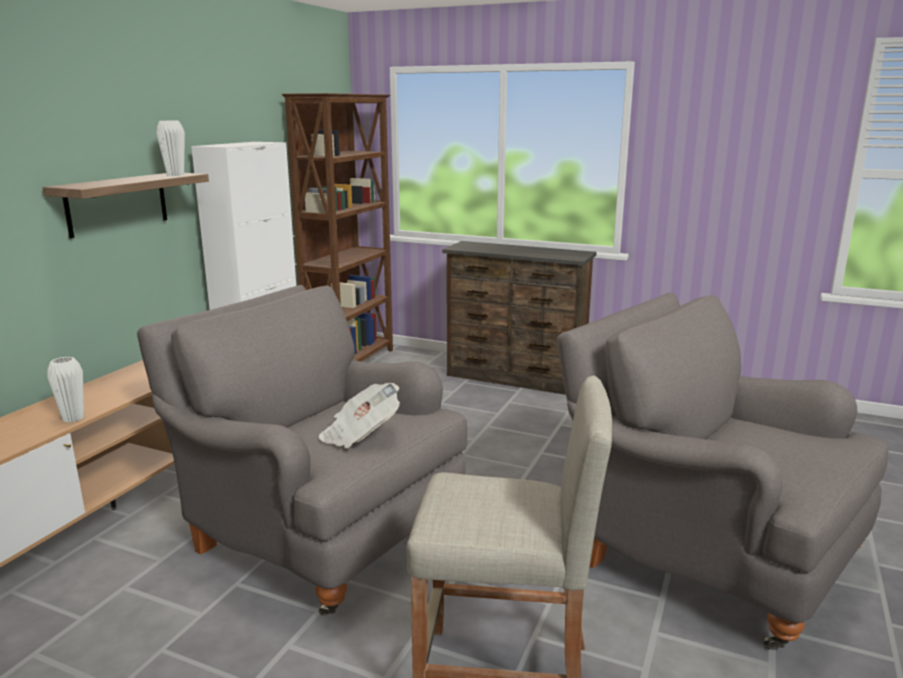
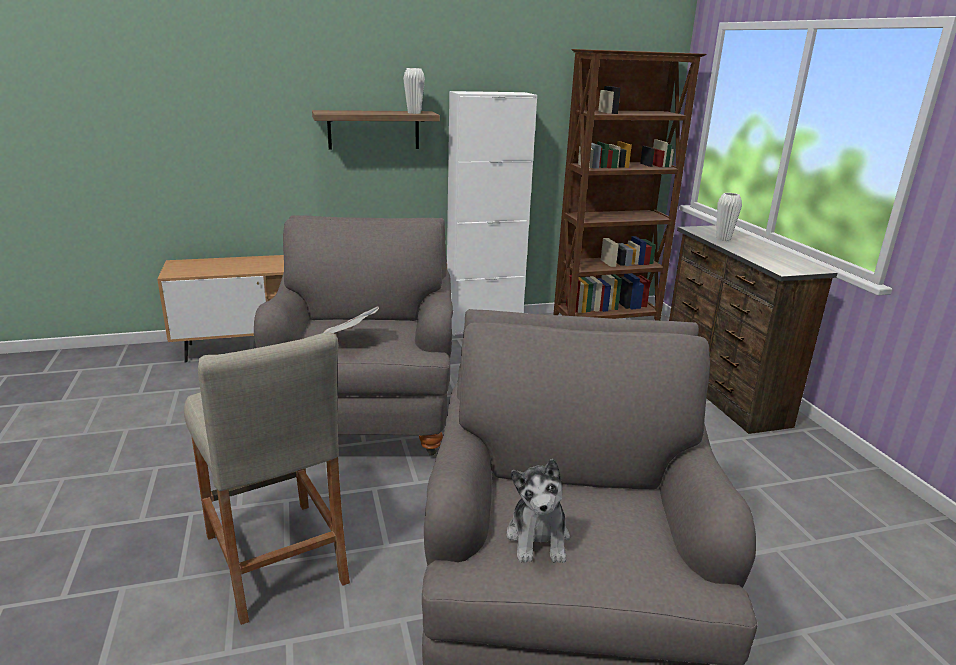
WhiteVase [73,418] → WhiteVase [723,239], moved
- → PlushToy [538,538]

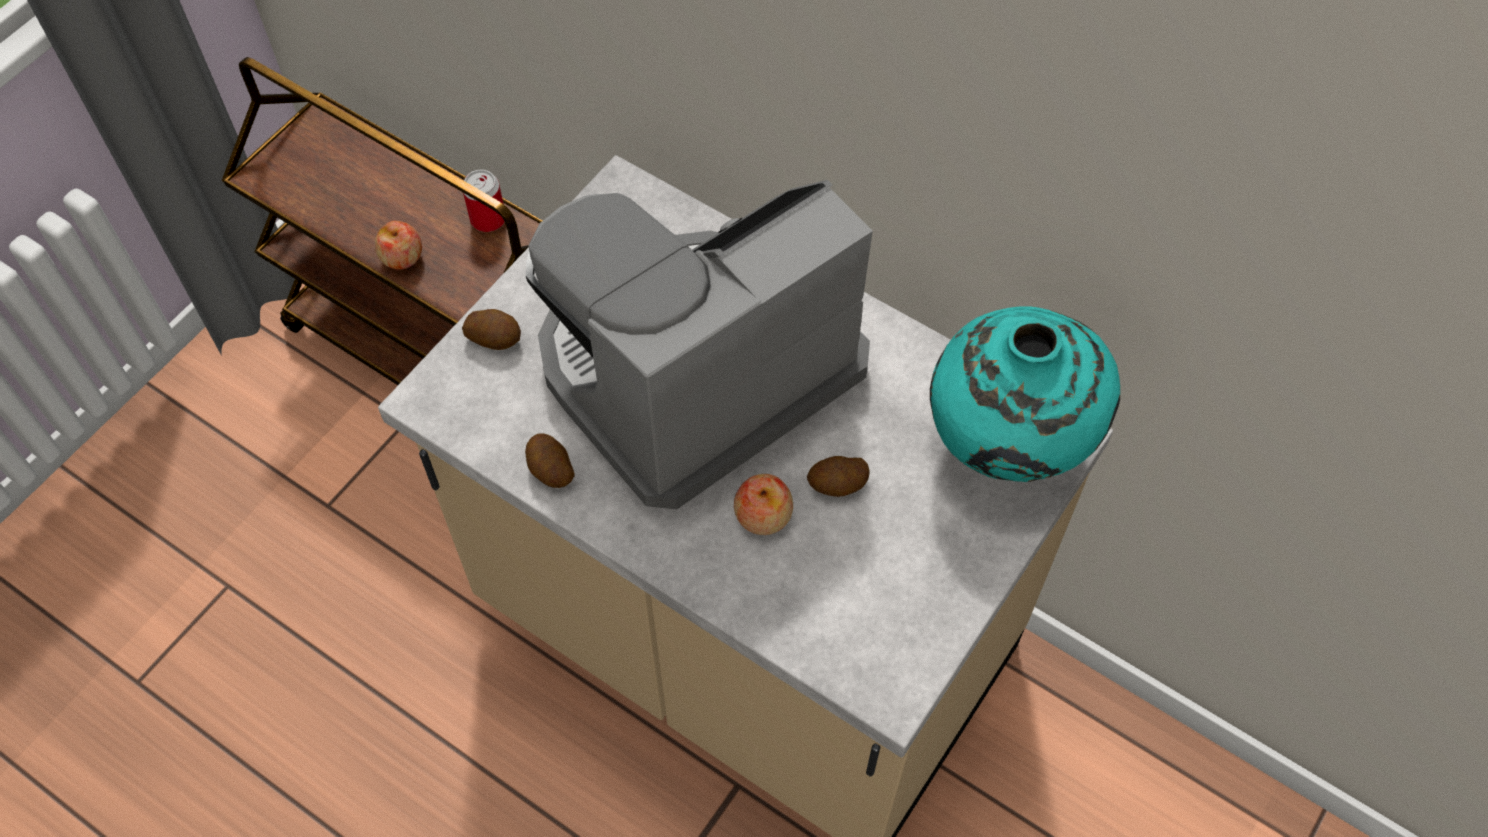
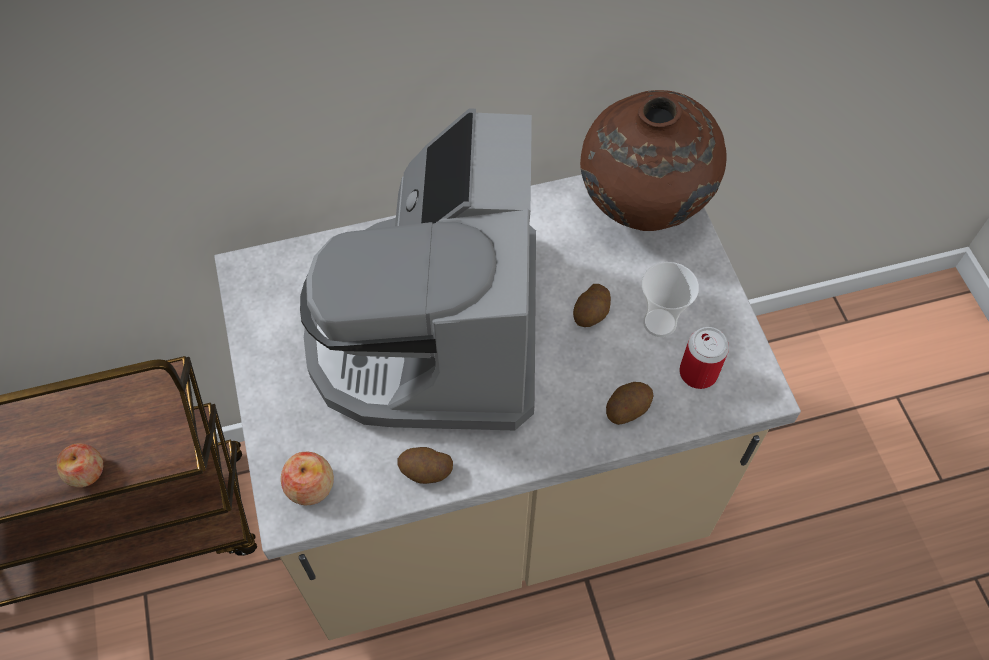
Can [488,219] → Can [698,373], moved
TurquoiseVase [1006,445] → BrownVase [642,209]
Potato [494,337] → Potato [626,408], moved
Apple [763,515] → Apple [310,486], moved
- → Cup [659,323]

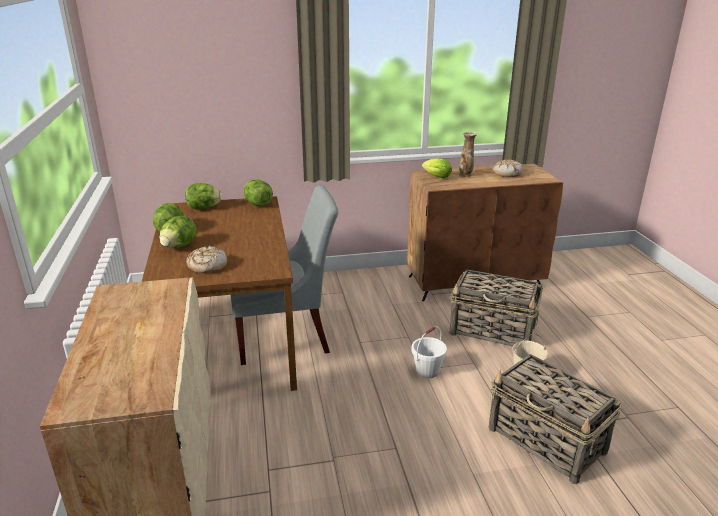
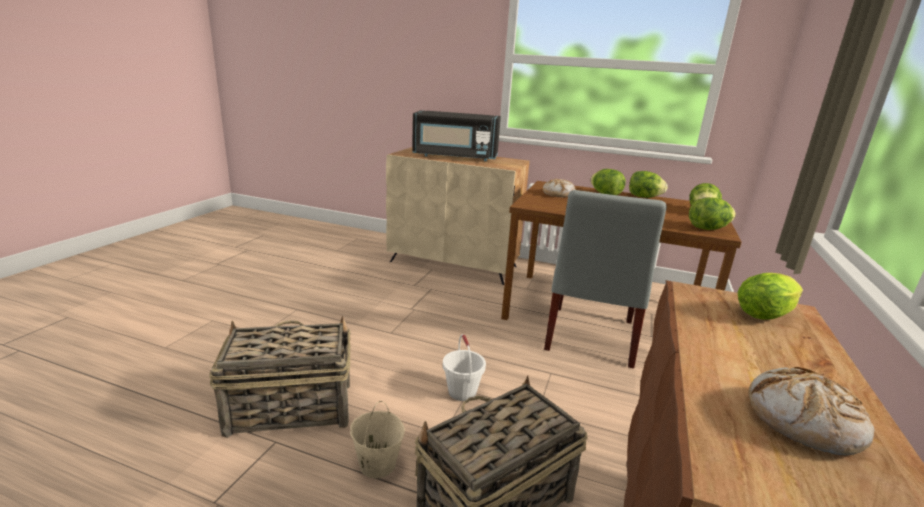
Vase [465,175] → -
- → BlackMicrowave [455,157]

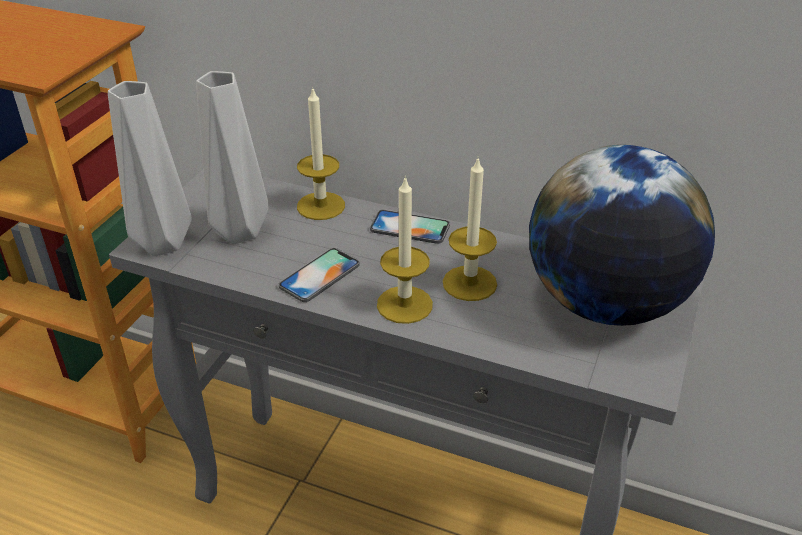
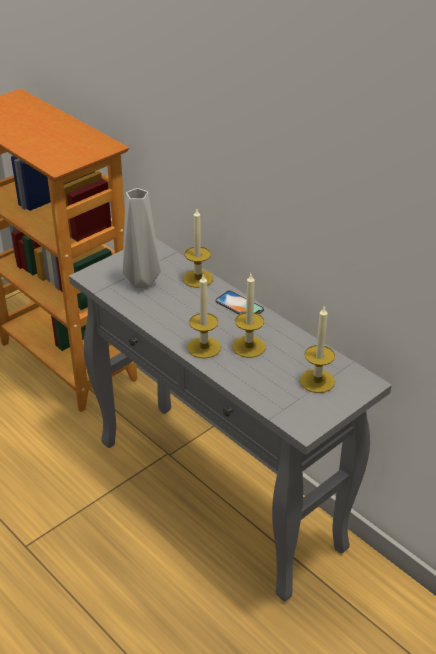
GreyVase [163,242] → -
Globe [605,304] → Candle [317,381]
Phone [319,275] → -

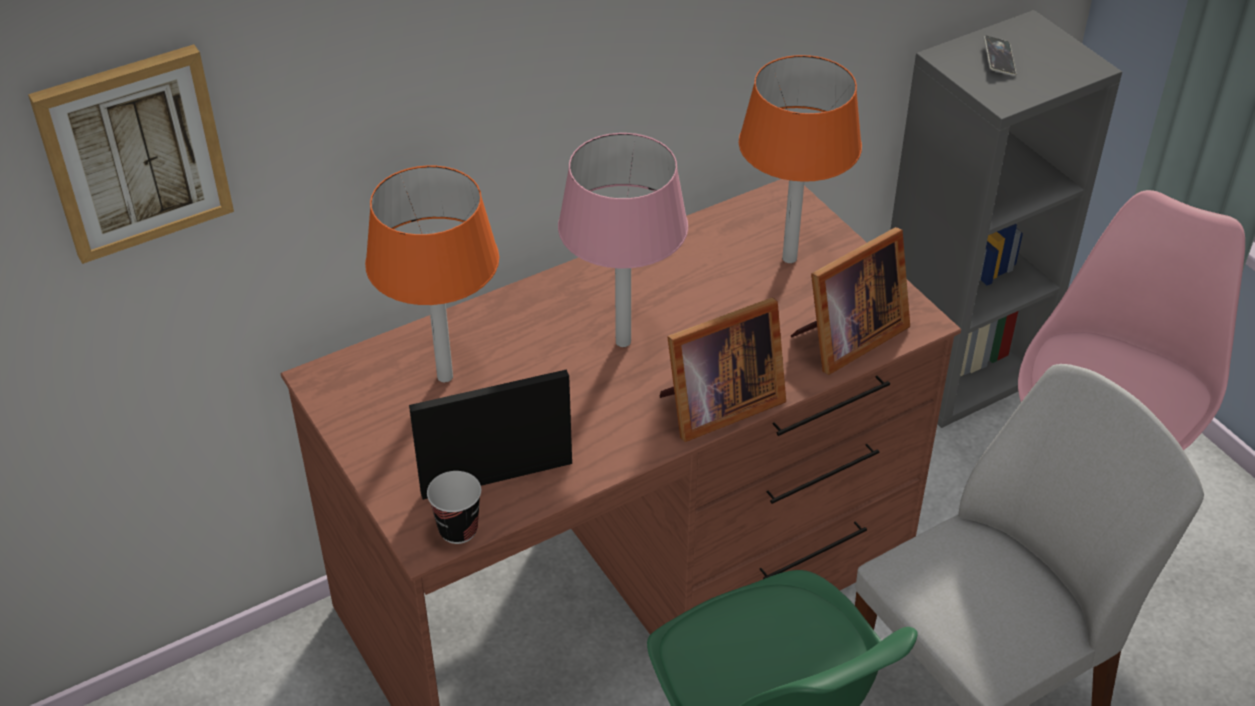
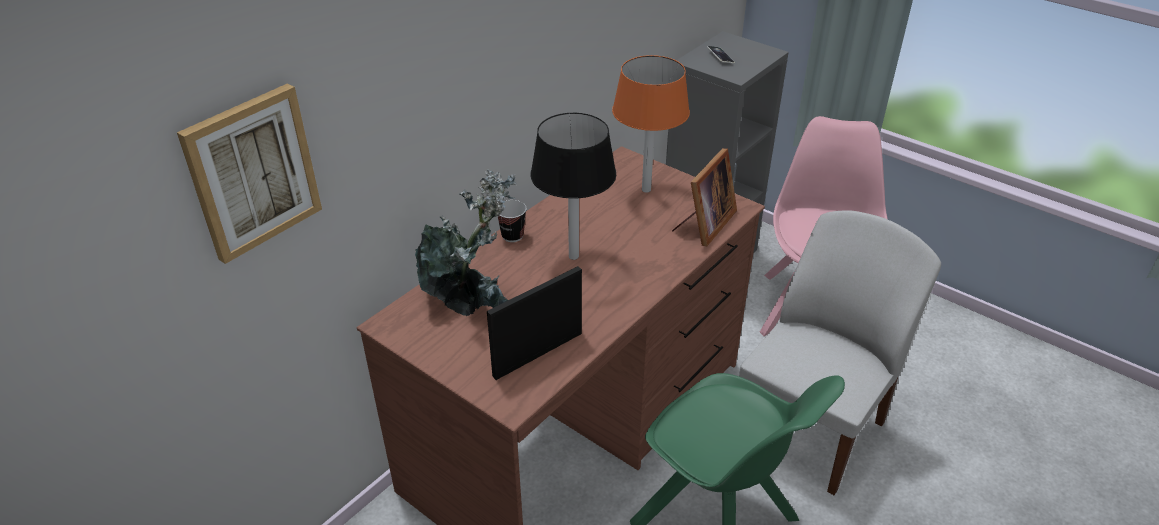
PinkTableLamp [623,342] → BlackTableLamp [573,257]
OrangeTableLamp [445,377] → PottedPlant [471,303]
PictureFrame [716,406] → -
Cup [458,530] → Cup [512,236], moved

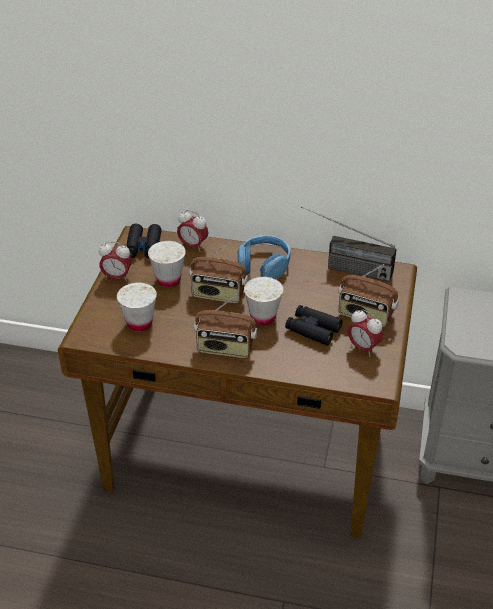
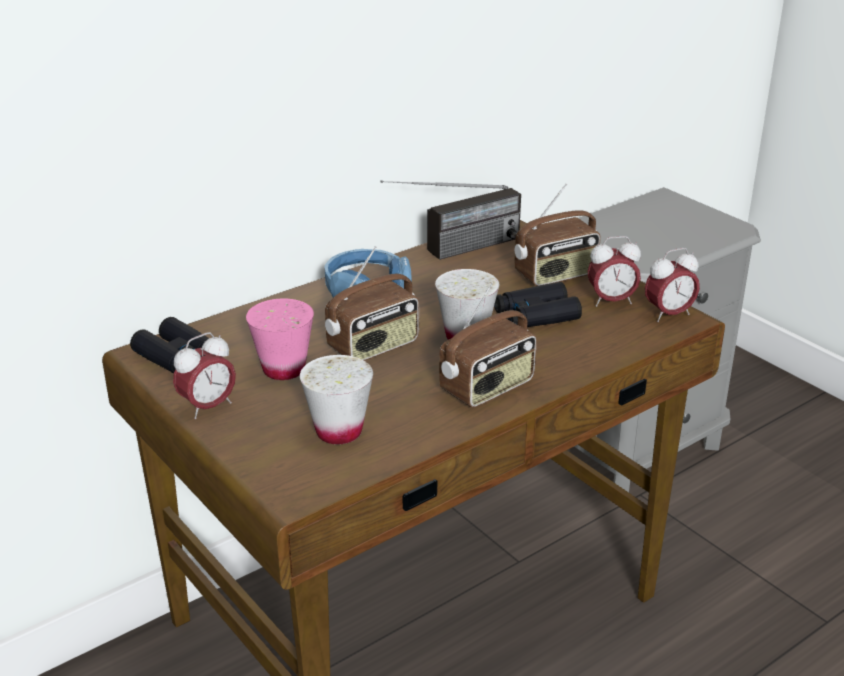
AlarmClock [193,246] → AlarmClock [668,315], moved
WhiteCup [168,280] → PinkCup [284,369]

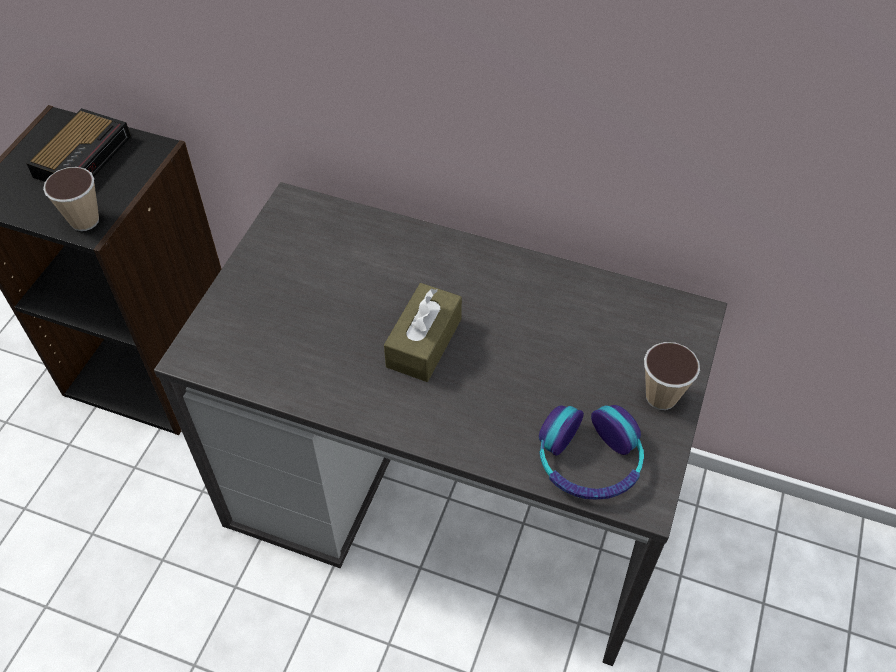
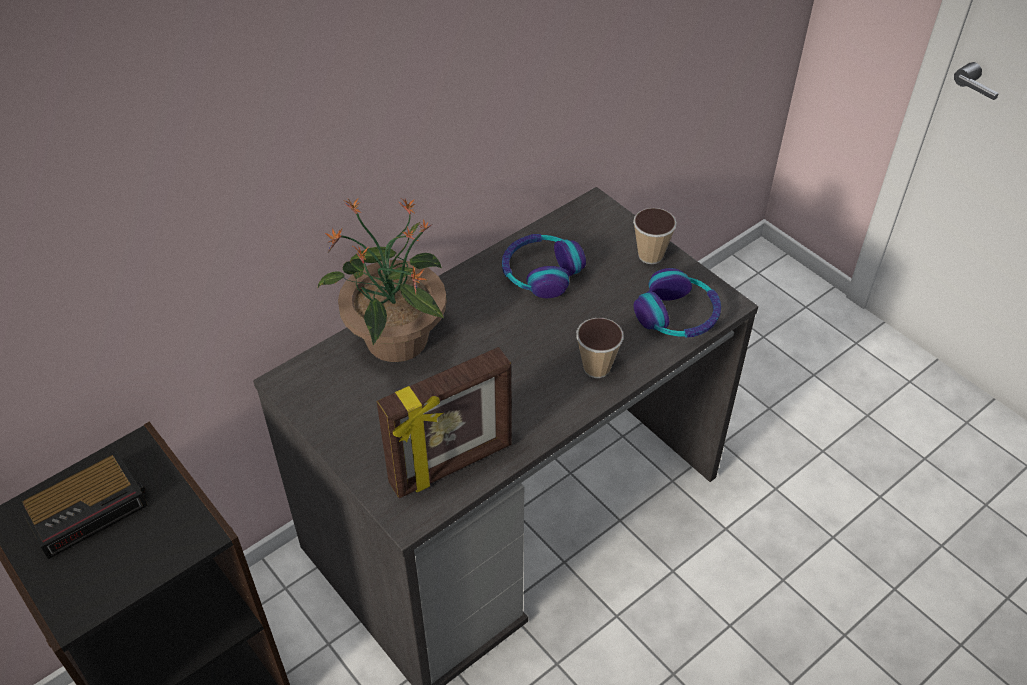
AlarmClock [84,155] → AlarmClock [89,508], 90 degrees clockwise
Cup [85,221] → Cup [596,368], moved
BrownTissueBox [424,343] → -
- → PottedPlant [396,340]
- → Headphones [541,273]
- → PictureFrame [452,466]

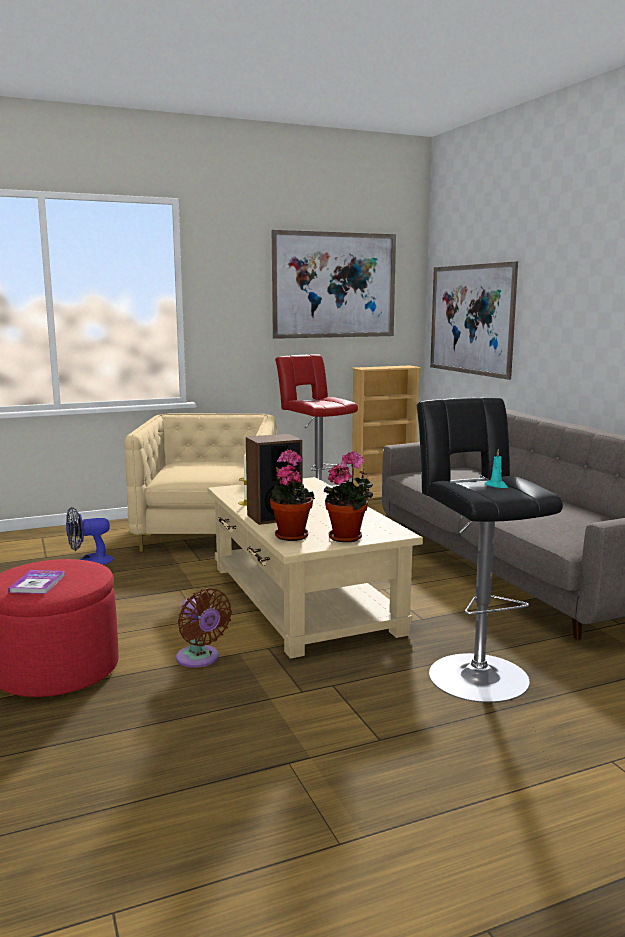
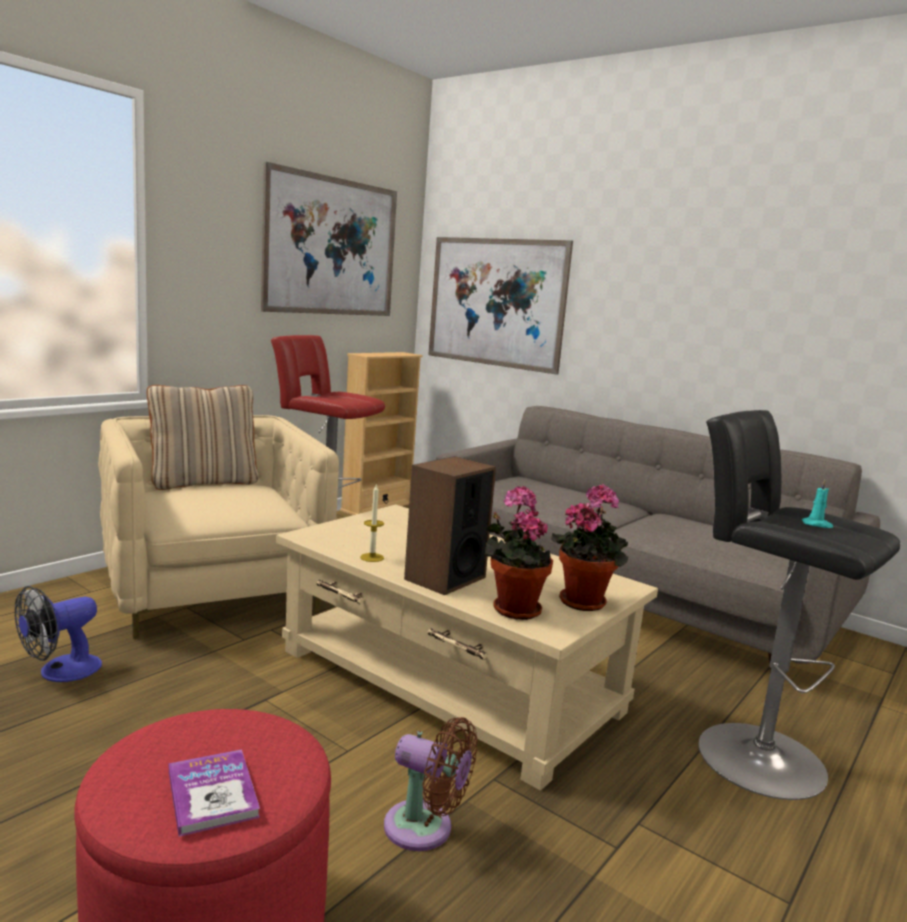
- → BeigePillow [204,483]

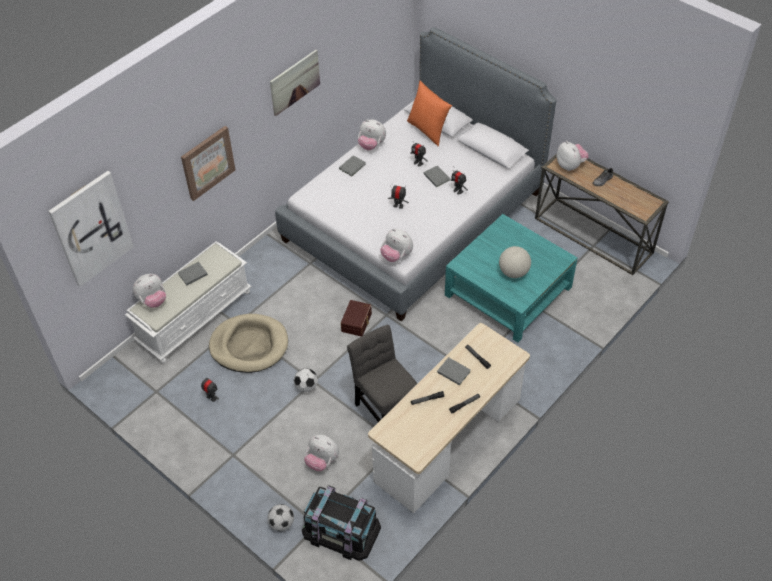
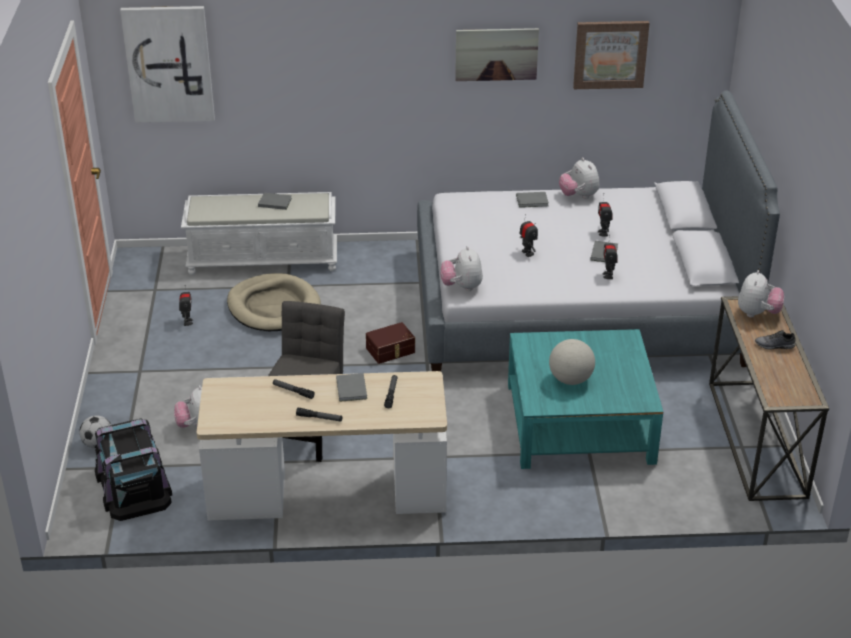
OrangePillow [428,130] → -
Picture [207,162] → Picture [610,54], moved
PlushToy [152,300] → -
Football [306,386] → -

